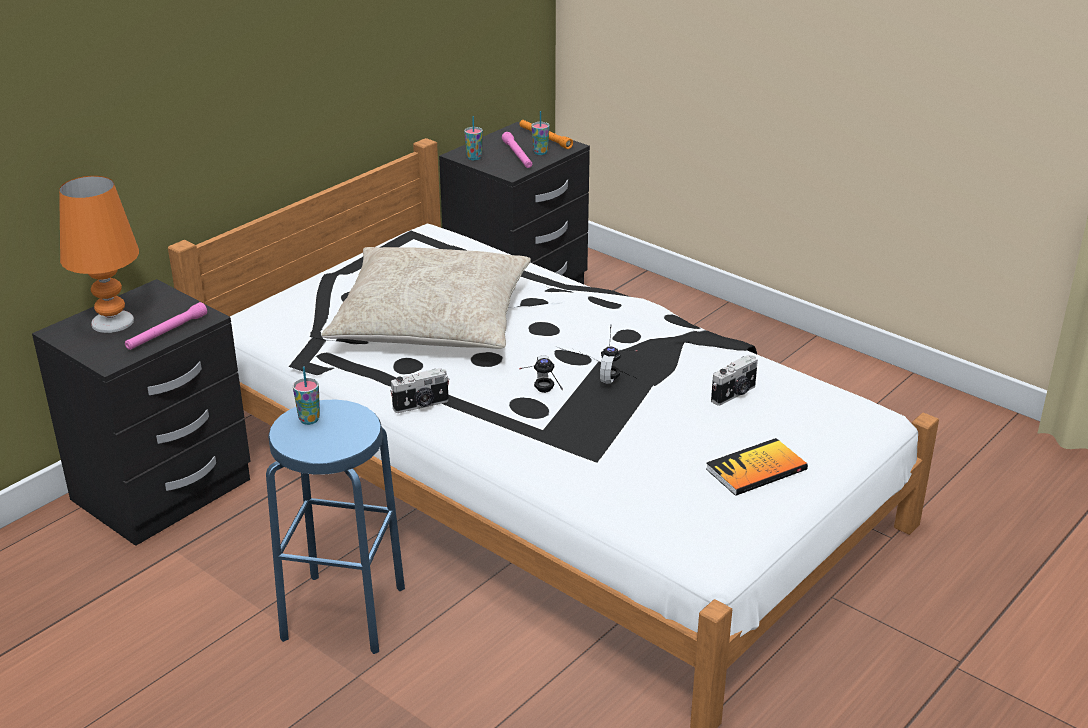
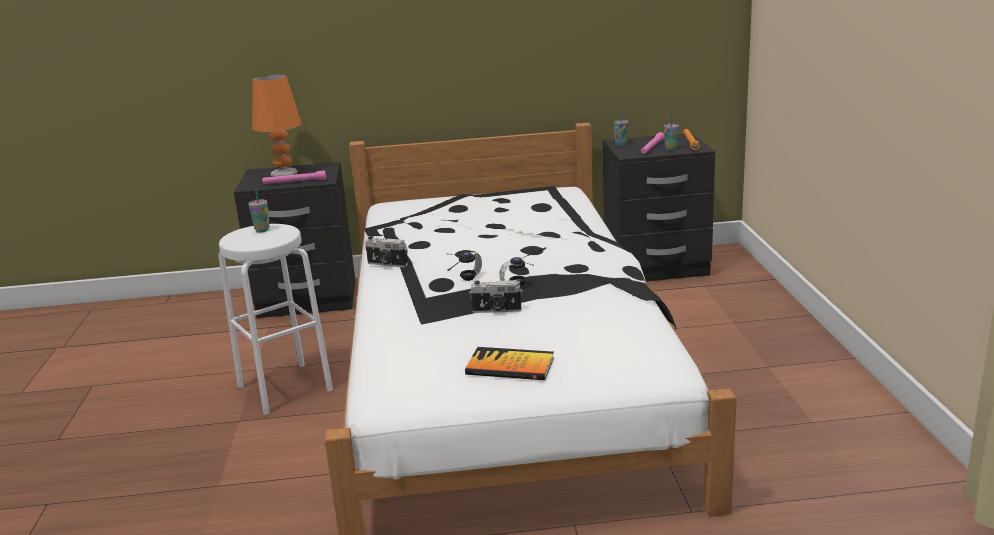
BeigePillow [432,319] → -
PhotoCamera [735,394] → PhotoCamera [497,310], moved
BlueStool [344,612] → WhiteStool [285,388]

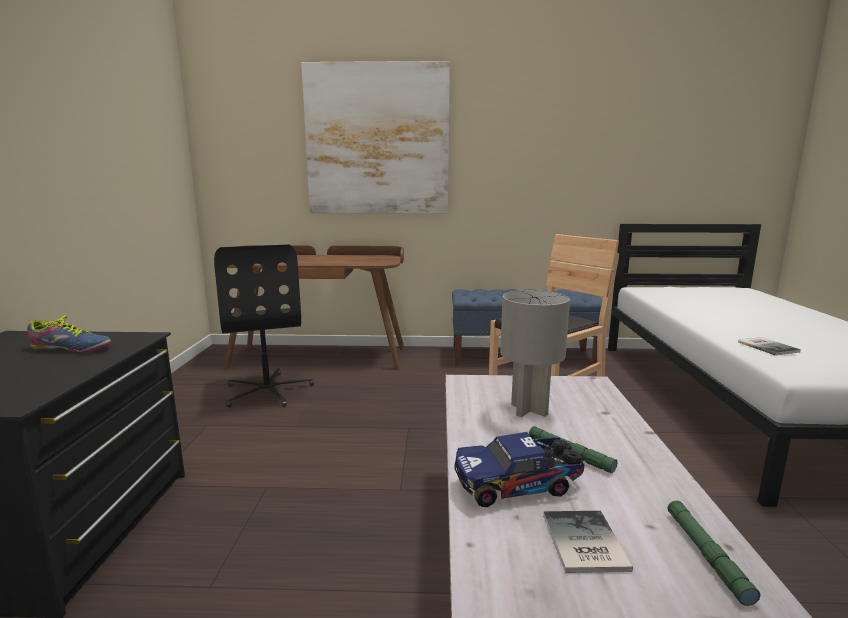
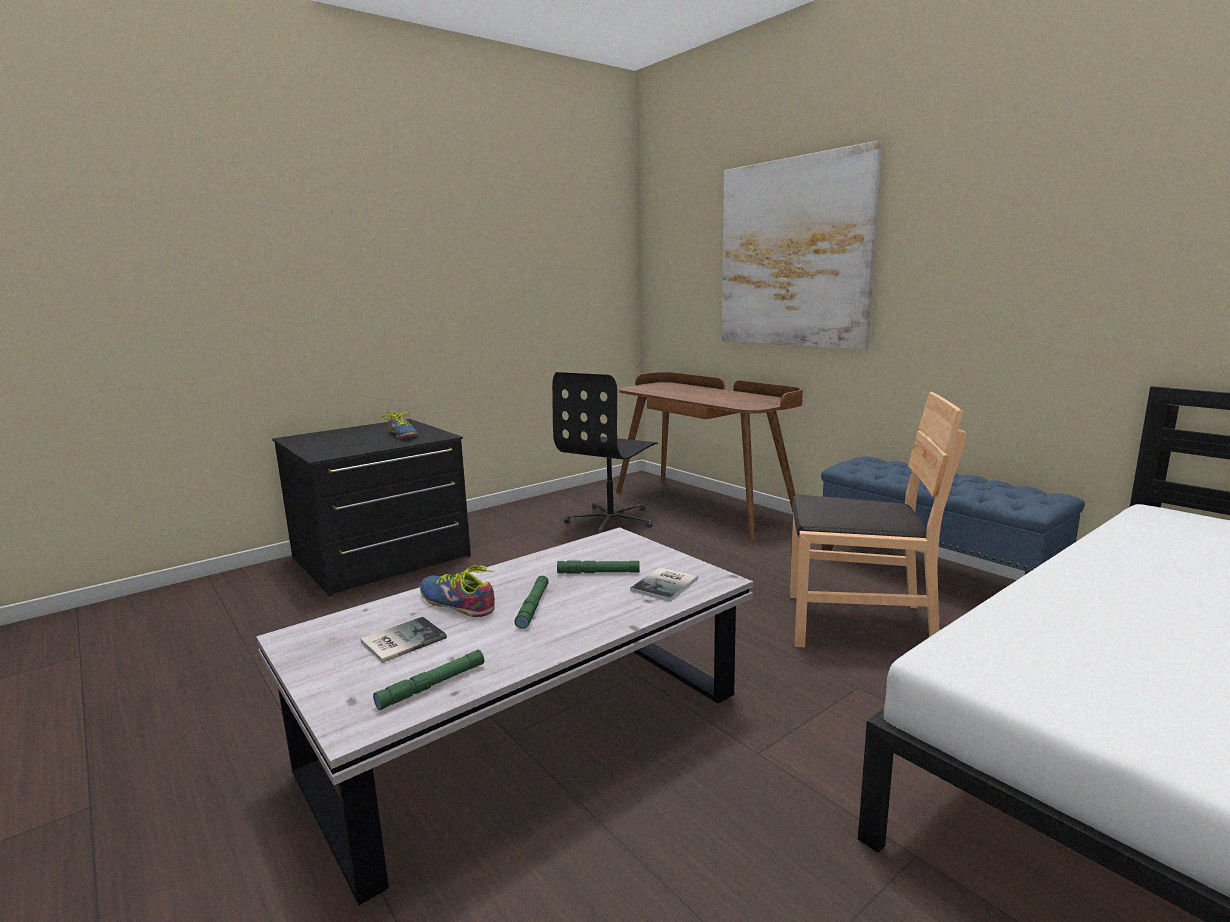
GreyTableLamp [530,409] → GreenFlashlight [598,572]
Book [768,346] → Book [667,585], moved
ToyTruck [519,485] → Shoe [456,603]

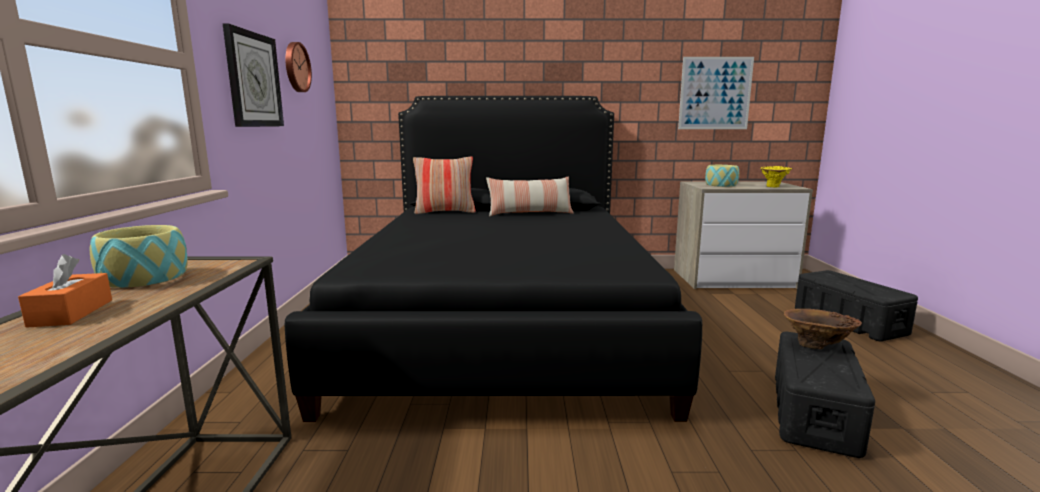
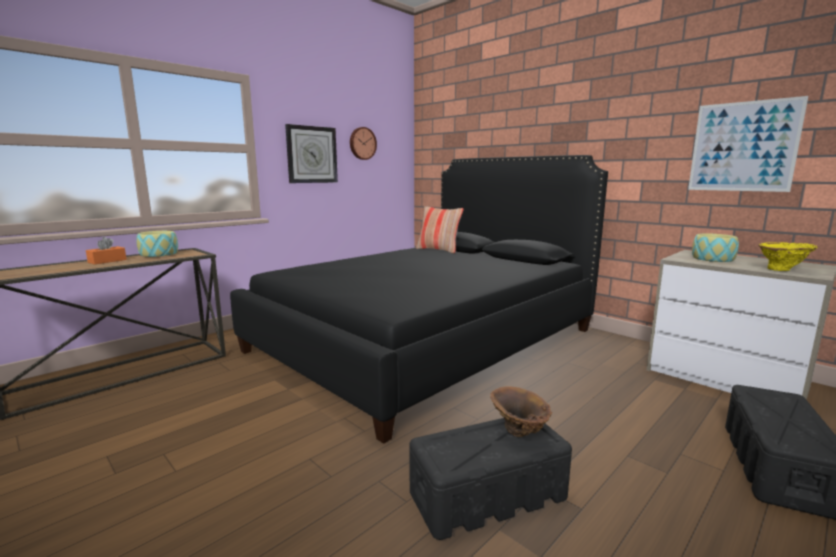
Pillow [530,213] → -

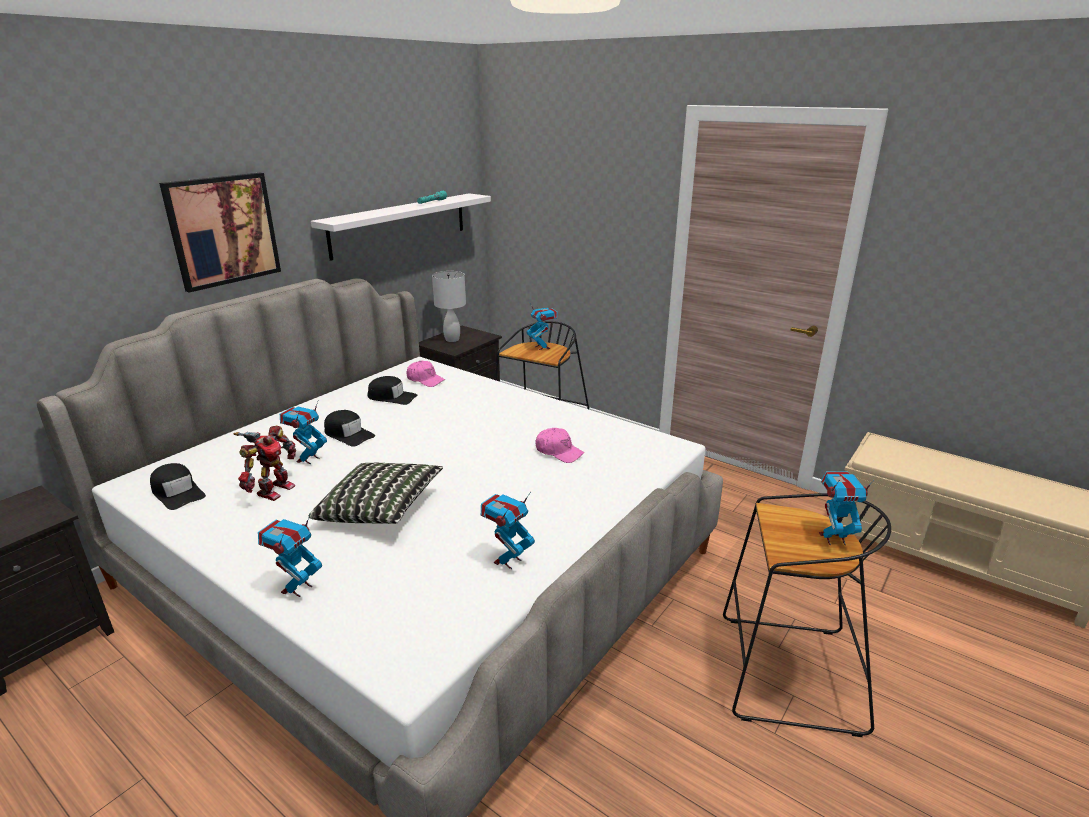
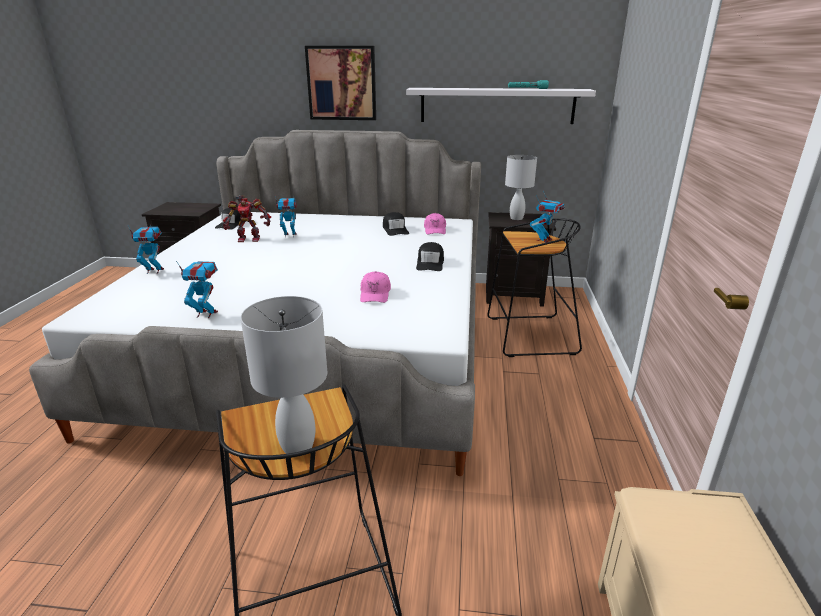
BlackCap [348,434] → BlackCap [430,263], moved
Pillow [380,510] → -
ToyRobot [833,538] → WhiteTableLamp [299,446]

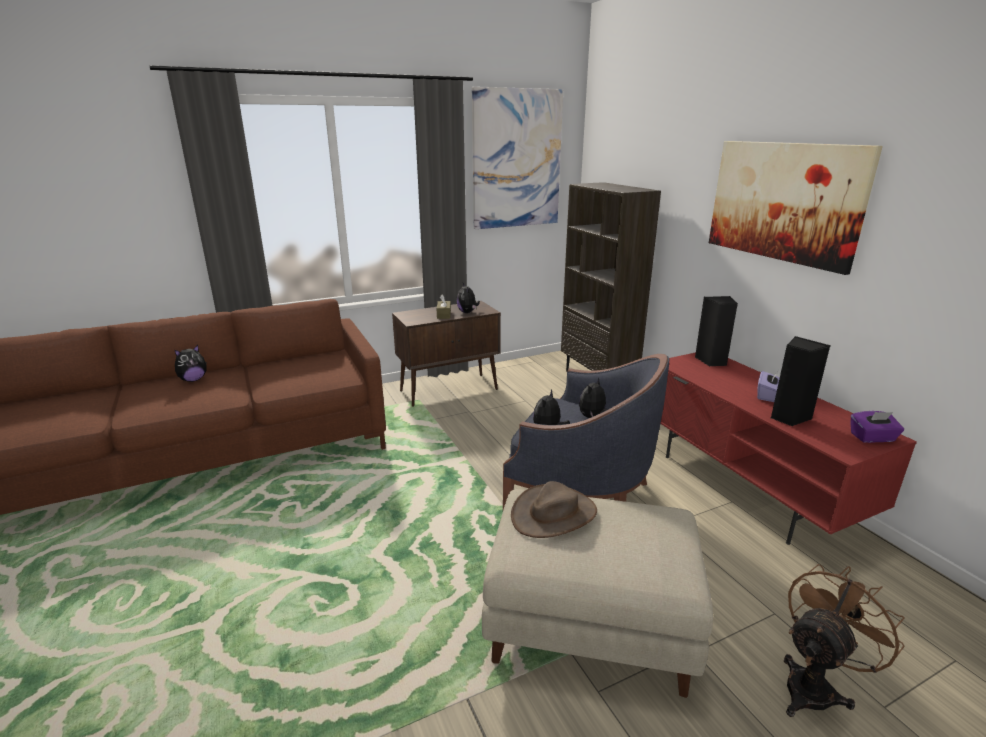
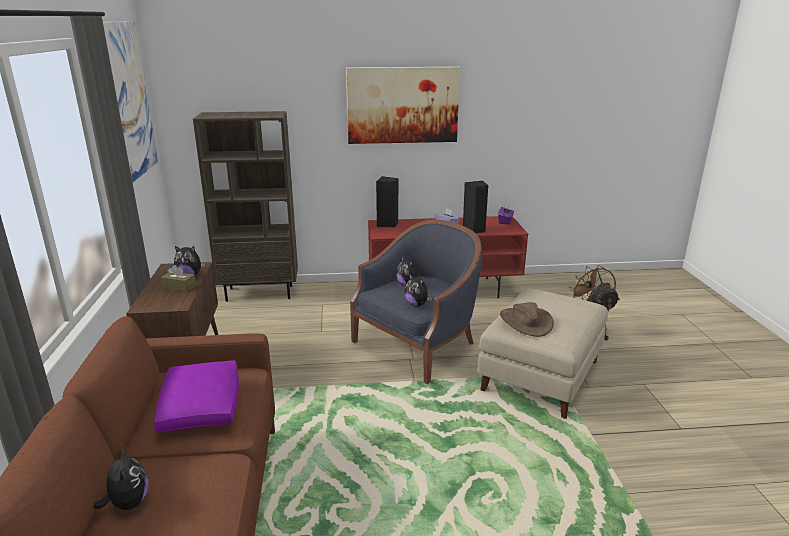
- → PurplePillow [201,406]

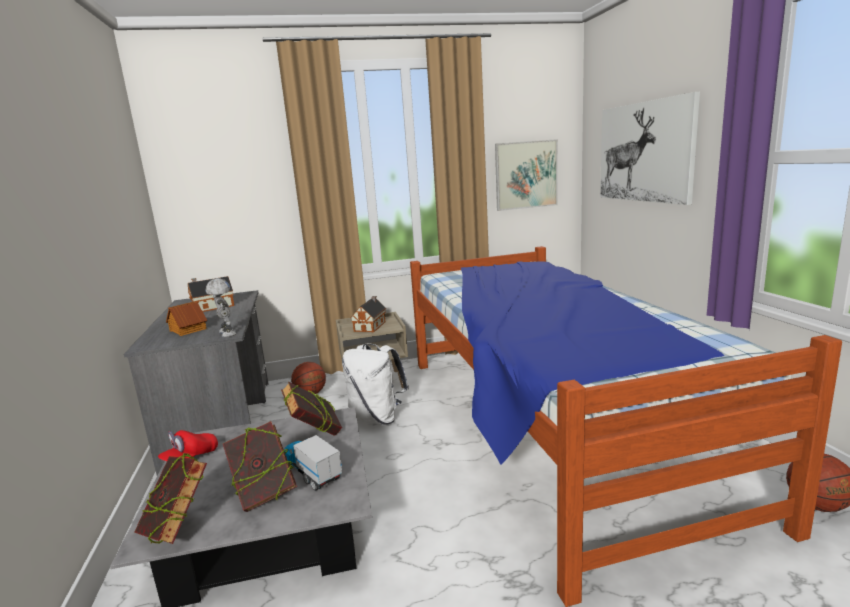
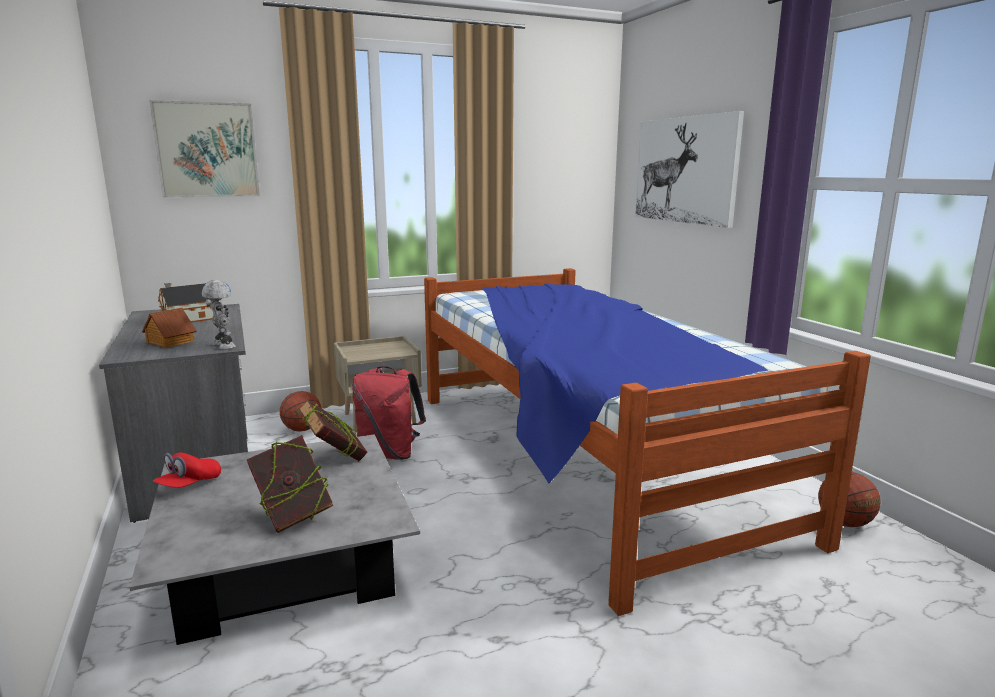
Picture [526,175] → Picture [207,150], moved
ToyHouse [371,326] → -
WhiteBackpack [377,418] → RedBackpack [389,454]
ToyTruck [312,473] → -
Book [178,529] → -

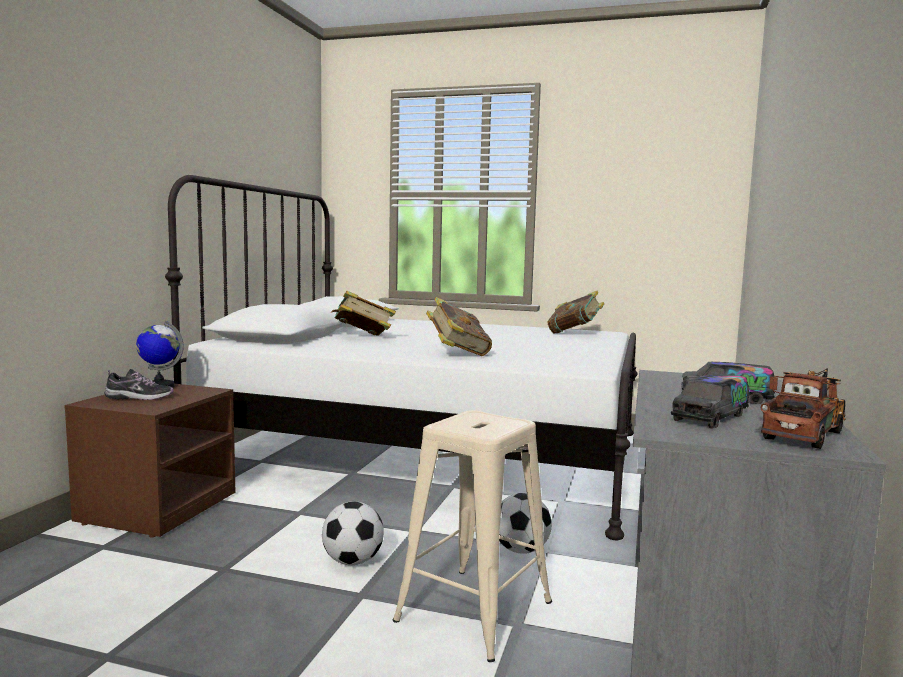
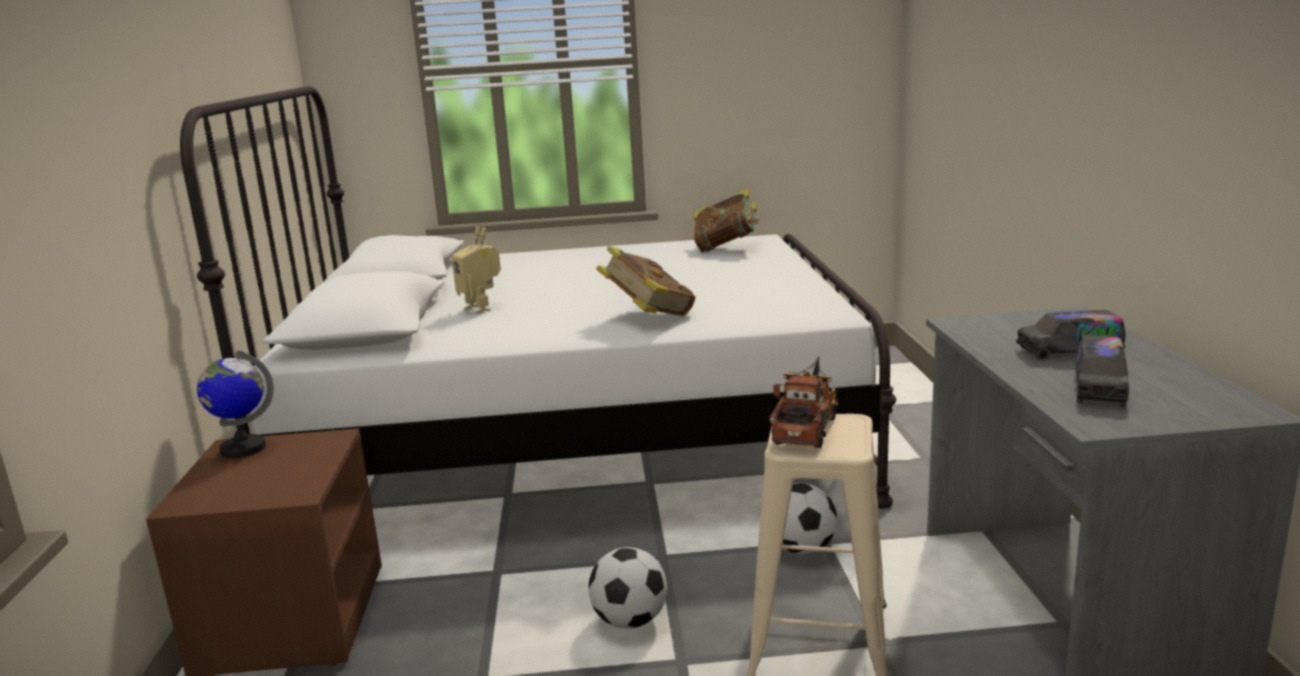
Book [362,338] → ToyRobot [481,308]
ToyTruck [805,433] → ToyTruck [807,426], moved
Shoe [139,397] → -

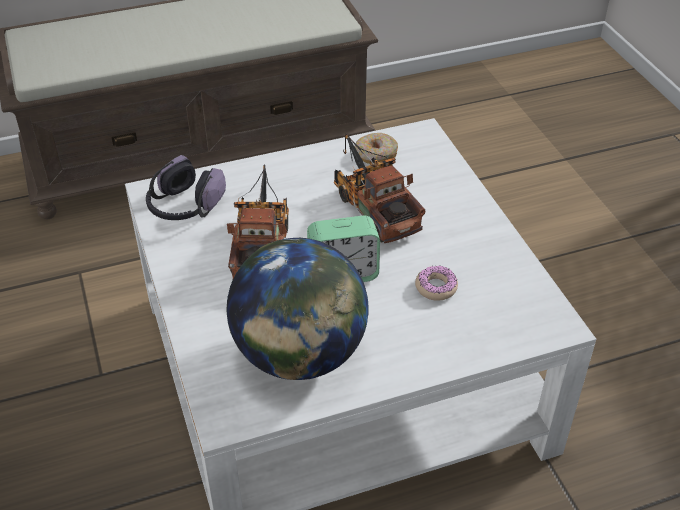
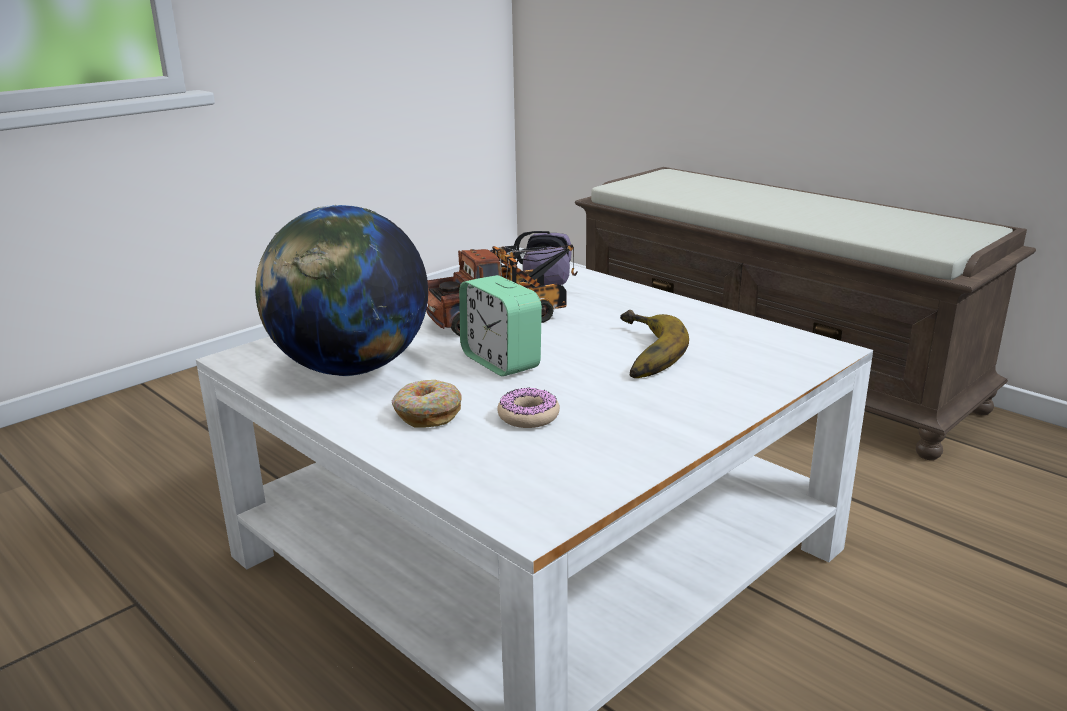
Donut [375,155] → Donut [427,414], moved
ToyTruck [373,207] → Banana [637,352]

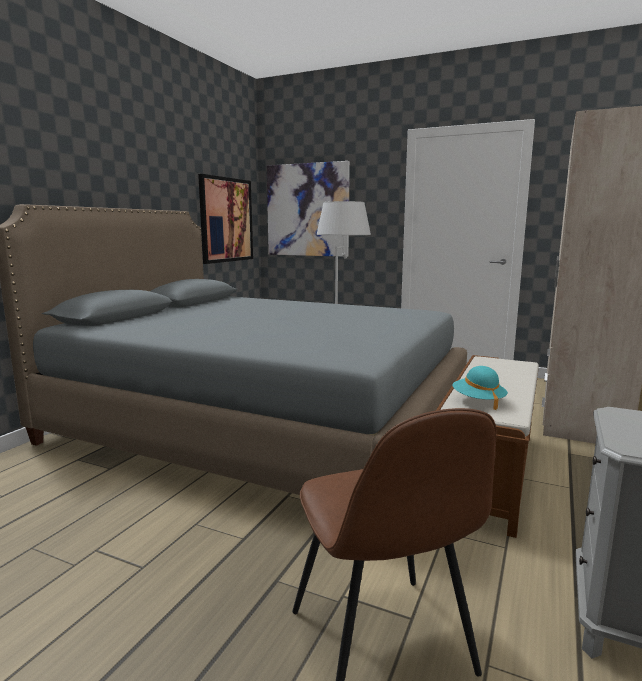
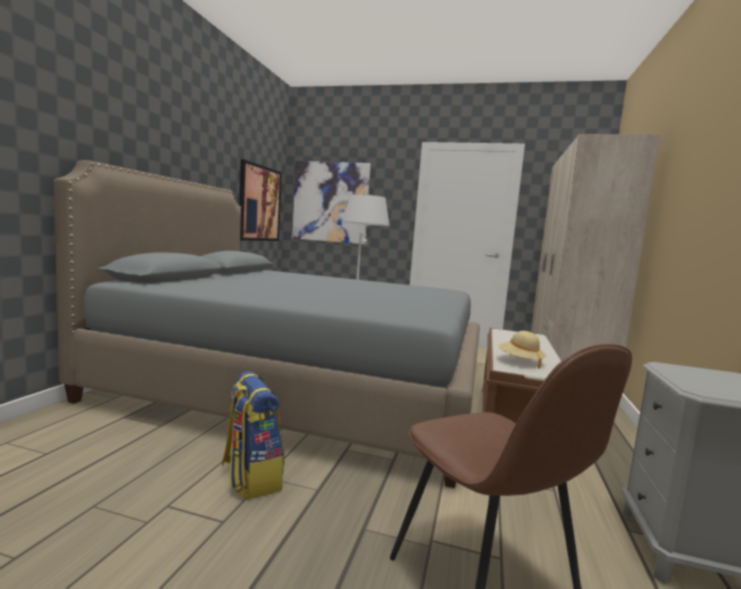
TurquoiseHat [478,401] → BeigeHat [520,361]
- → Backpack [251,477]

